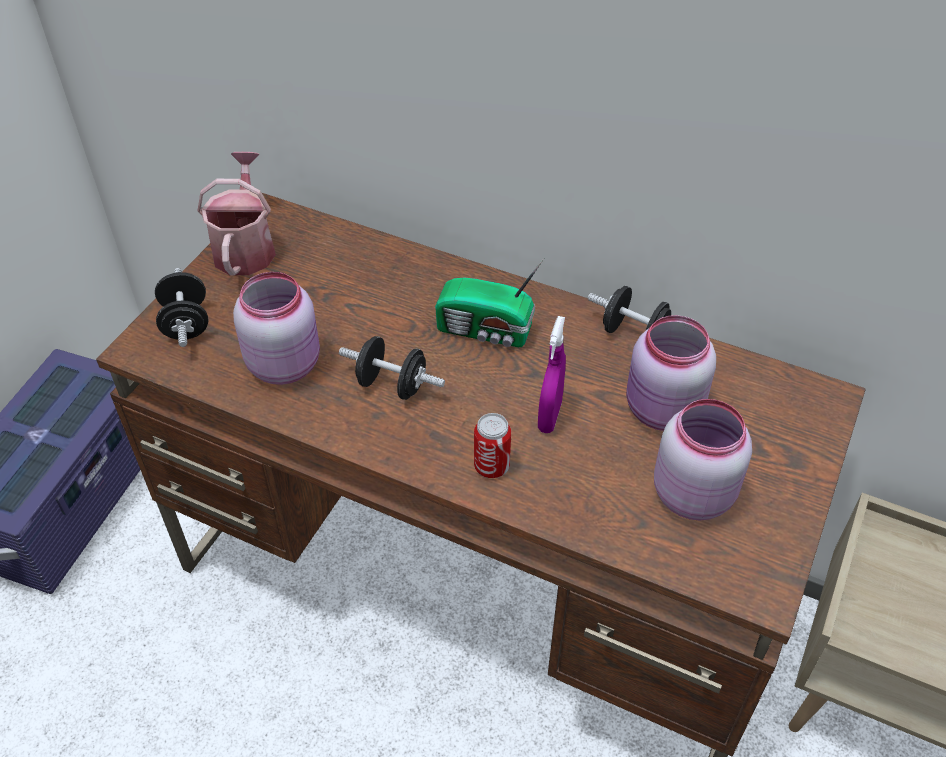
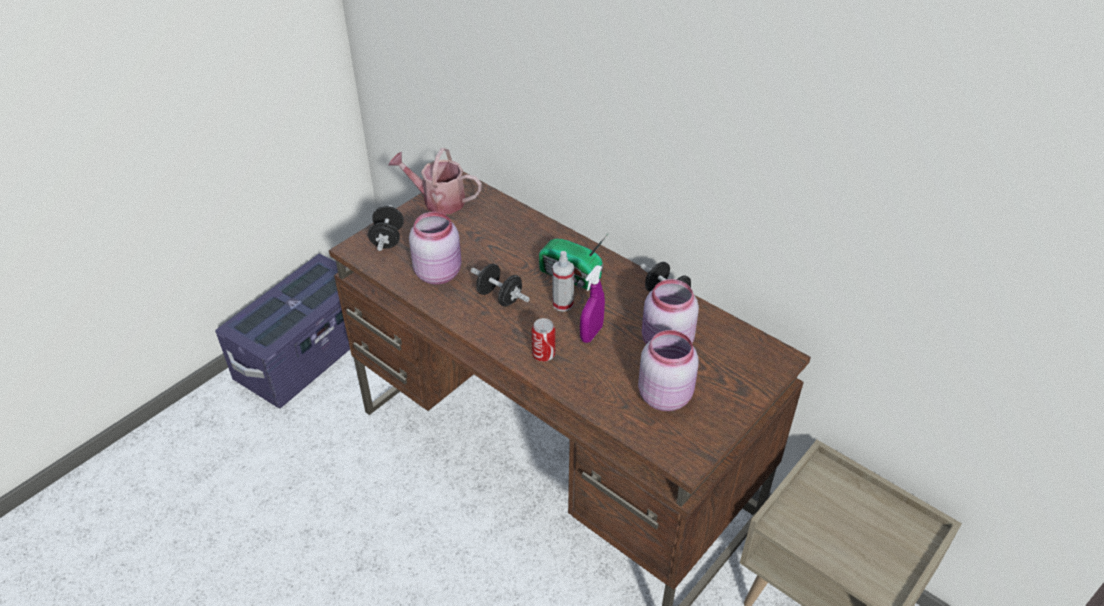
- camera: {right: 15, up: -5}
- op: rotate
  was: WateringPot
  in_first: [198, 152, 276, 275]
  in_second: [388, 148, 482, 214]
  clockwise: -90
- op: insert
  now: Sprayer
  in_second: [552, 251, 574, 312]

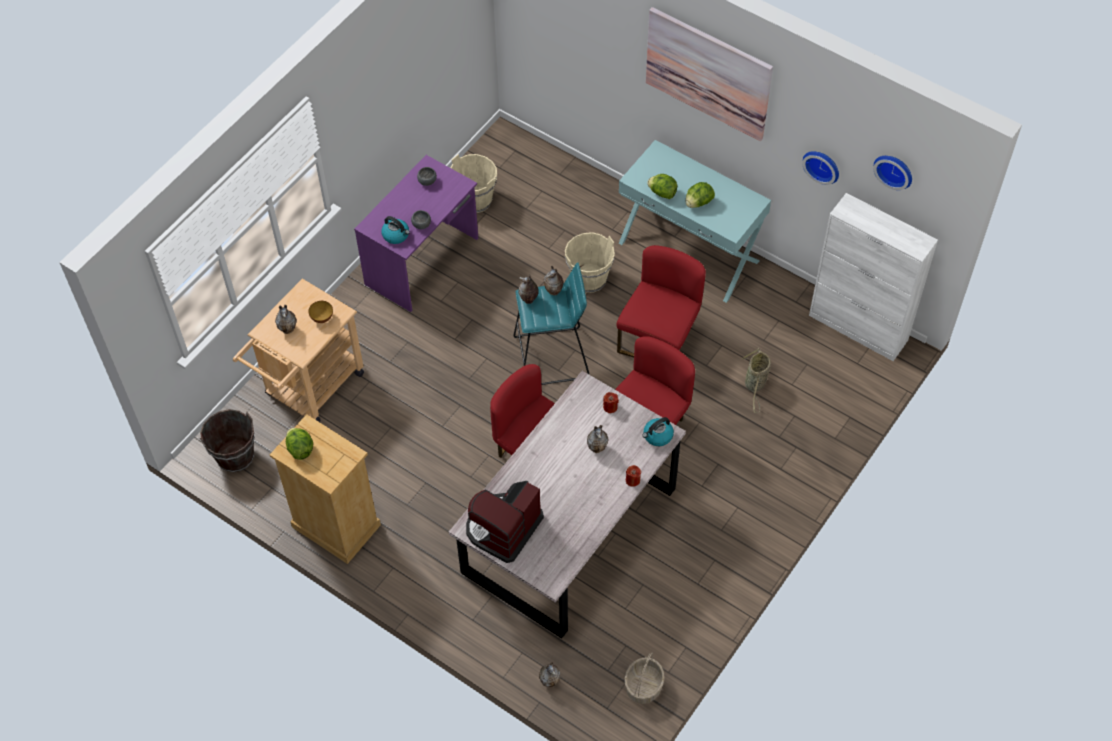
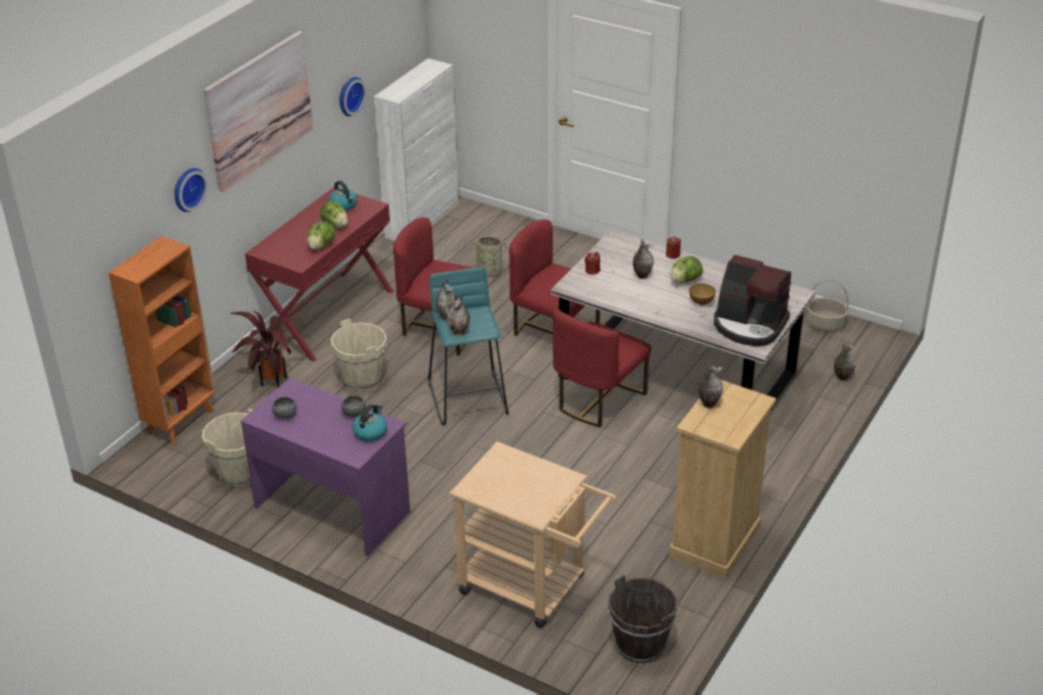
- camera: {right: -95, up: -20}
- op: recolor
  was: BlueGreenConsoleTable
  now: RedColouredConsoleTable
  in_first: [619, 140, 771, 303]
  in_second: [245, 187, 394, 361]
- op: move
  was: HangingClock
  in_first: [874, 156, 912, 190]
  in_second: [174, 168, 208, 212]
- op: move
  was: Bowl
  in_first: [308, 301, 333, 323]
  in_second: [689, 283, 716, 306]
- op: move
  was: DecorativeVase
  in_first: [275, 305, 297, 334]
  in_second: [698, 362, 723, 408]
- op: move
  was: Kettle
  in_first: [642, 417, 674, 446]
  in_second: [329, 181, 357, 211]
- op: move
  was: HeadOfLettuce
  in_first: [286, 428, 313, 460]
  in_second: [671, 256, 703, 283]
- op: insert
  now: OrangeyBookcase
  in_second: [109, 236, 215, 445]
- op: insert
  now: Houseplant
  in_second: [230, 311, 304, 388]

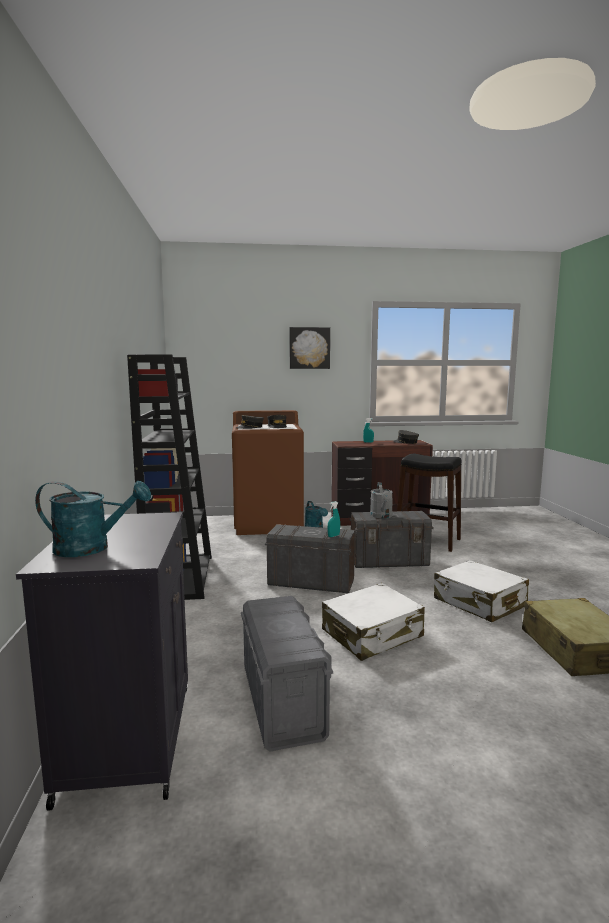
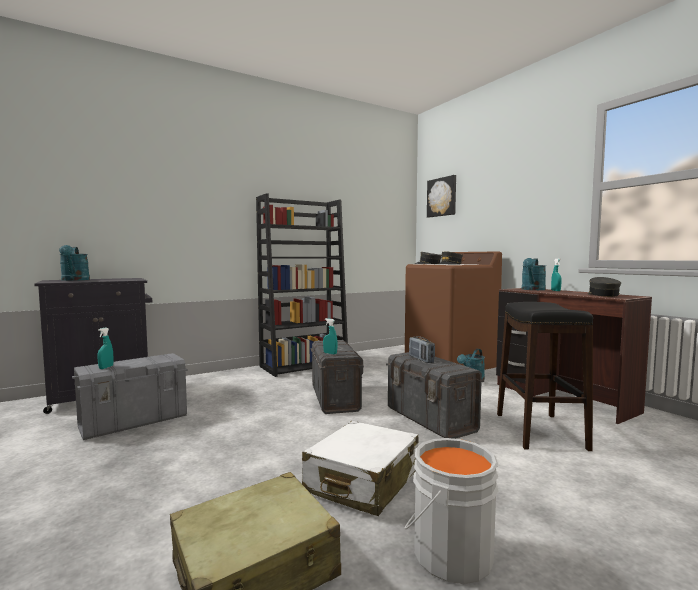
- camera: {right: 65, up: -5}
- op: move
  was: Picture
  in_first: [289, 327, 330, 369]
  in_second: [427, 175, 456, 217]
- op: replace
  was: GreyishWateringPot
  now: RadioSet
  in_first: [370, 482, 393, 518]
  in_second: [409, 336, 435, 363]
- op: delete
  was: WhiteTravelCase
  in_first: [322, 583, 425, 661]
- op: insert
  now: BlueGreenWateringPot
  in_second: [522, 258, 546, 290]
- op: insert
  now: BlueGreenSprayer
  in_second: [97, 327, 114, 369]
- op: insert
  now: GreyishWaterBucket
  in_second: [405, 438, 499, 584]

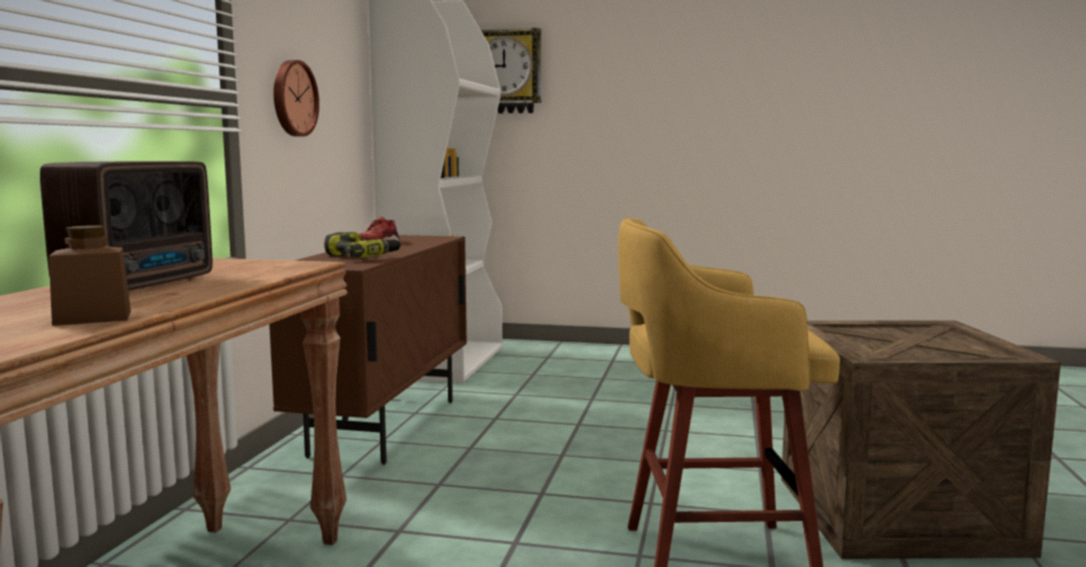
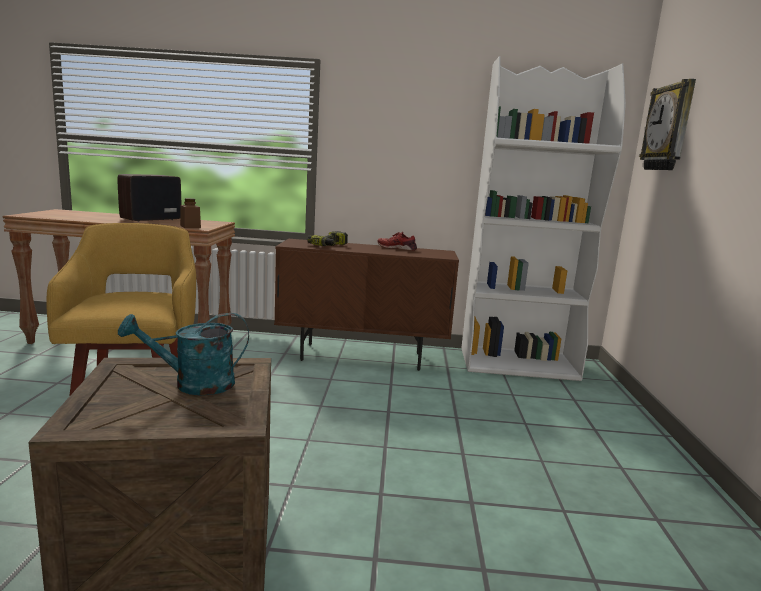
- camera: {right: 80, up: 5}
- op: delete
  was: HangingClock
  in_first: [274, 60, 319, 137]
- op: rotate
  was: RadioSet
  in_first: [40, 161, 212, 291]
  in_second: [117, 174, 181, 222]
  clockwise: 120
- op: move
  was: BrownColouredStorageJar
  in_first: [49, 226, 131, 326]
  in_second: [180, 198, 201, 228]
- op: insert
  now: BlueGreenWateringPot
  in_second: [118, 313, 249, 395]

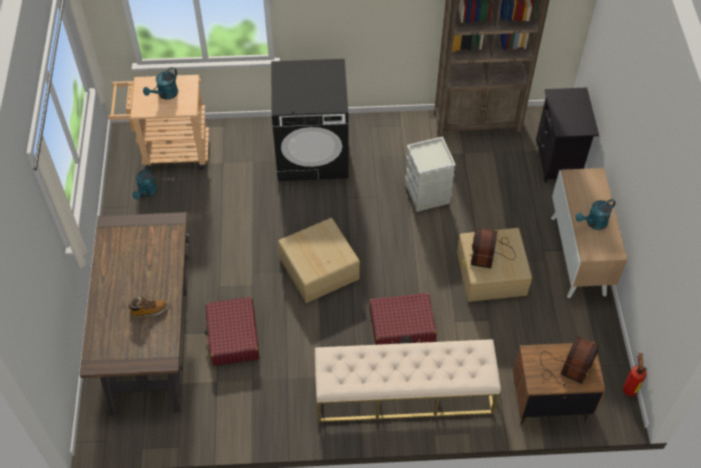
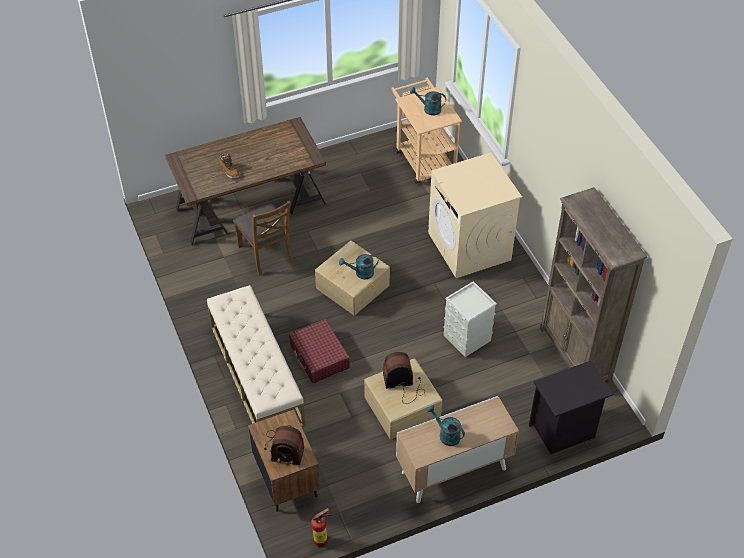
- camera: {right: 70, up: -5}
- op: recolor
  was: BlackColouredWashingMachine
  now: BeigeWashingMachine
  in_first: [271, 59, 349, 181]
  in_second: [428, 152, 522, 278]
- op: move
  was: BlueGreenWateringPot
  in_first: [132, 165, 157, 199]
  in_second: [339, 254, 379, 280]
- op: replace
  was: RedColouredTravelCase
  now: BrownColouredChair
  in_first: [205, 297, 259, 366]
  in_second: [233, 200, 293, 276]

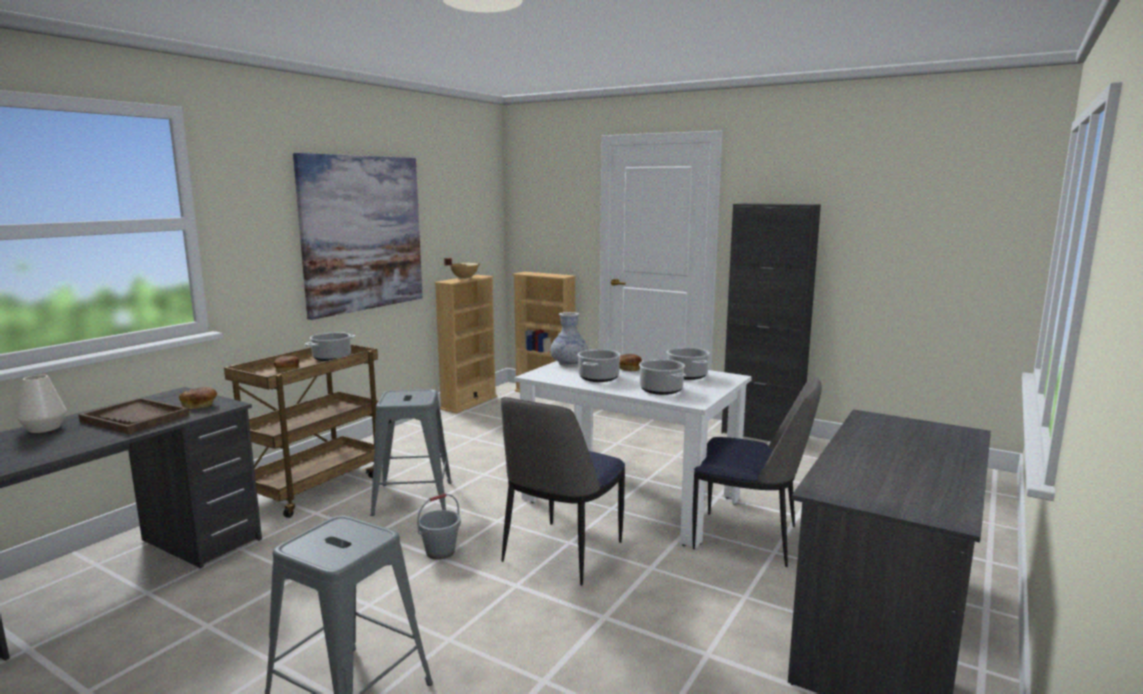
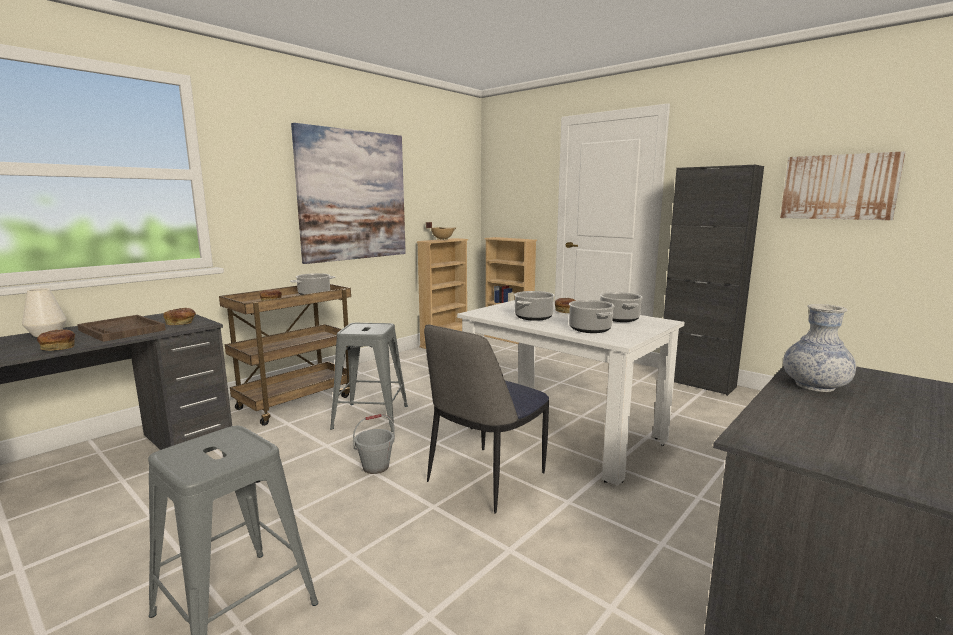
- camera: {right: 10, up: 0}
- op: move
  was: DecorativeVase
  in_first: [550, 312, 588, 366]
  in_second: [783, 304, 856, 392]
- op: delete
  was: Chair
  in_first: [692, 377, 822, 567]
- op: insert
  now: Picture
  in_second: [780, 151, 906, 220]
- op: insert
  now: BakeryBread
  in_second: [37, 329, 75, 351]

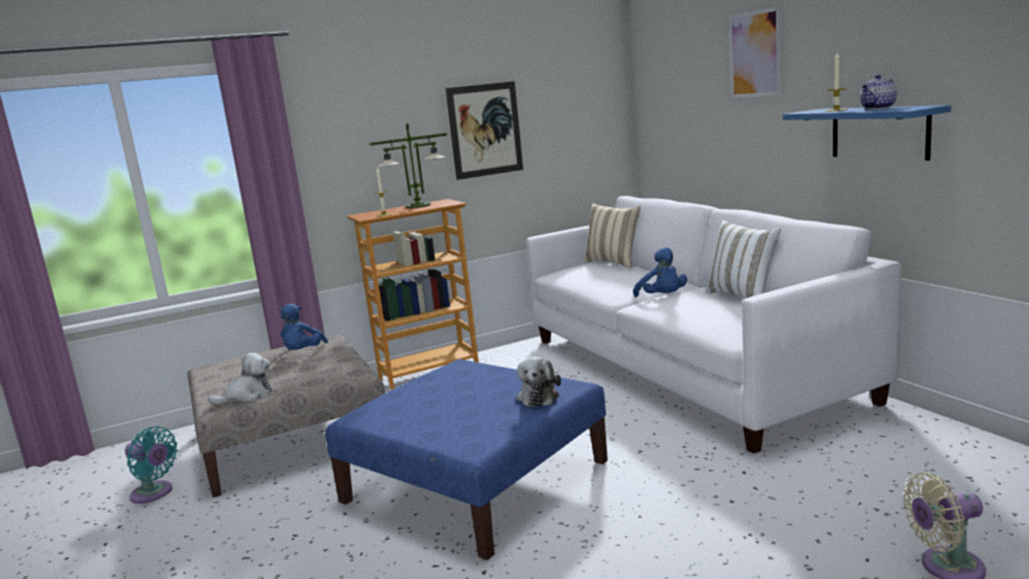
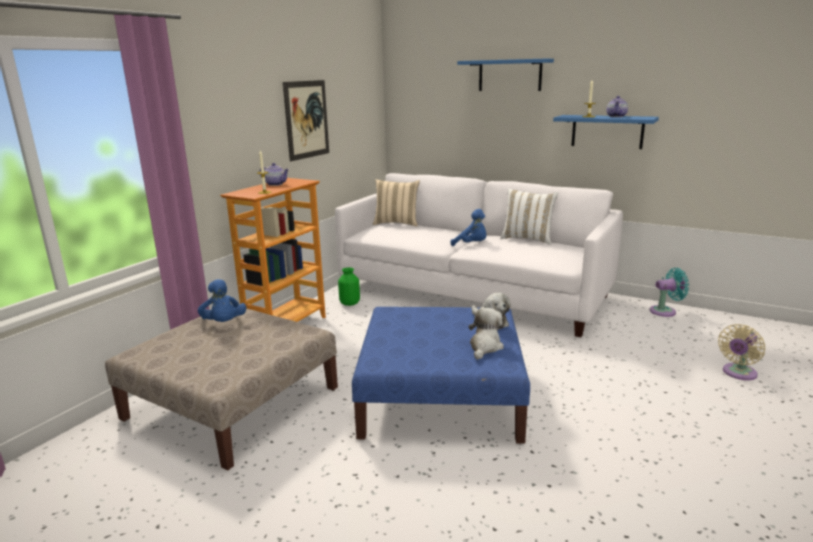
- camera: {right: -35, up: 5}
- op: replace
  was: Picture
  now: BluishWallShelf
  in_first: [729, 6, 782, 98]
  in_second: [457, 59, 554, 91]
- op: replace
  was: LampForATable
  now: PotForTea
  in_first: [369, 123, 447, 208]
  in_second: [260, 163, 289, 186]
- op: move
  was: PlushToy
  in_first: [208, 353, 272, 405]
  in_second: [468, 308, 504, 360]
- op: move
  was: BlueGreenElectricFan
  in_first: [125, 426, 178, 504]
  in_second: [650, 268, 689, 317]
- op: insert
  now: GreenColouredDecorativeVase
  in_second: [338, 267, 360, 306]

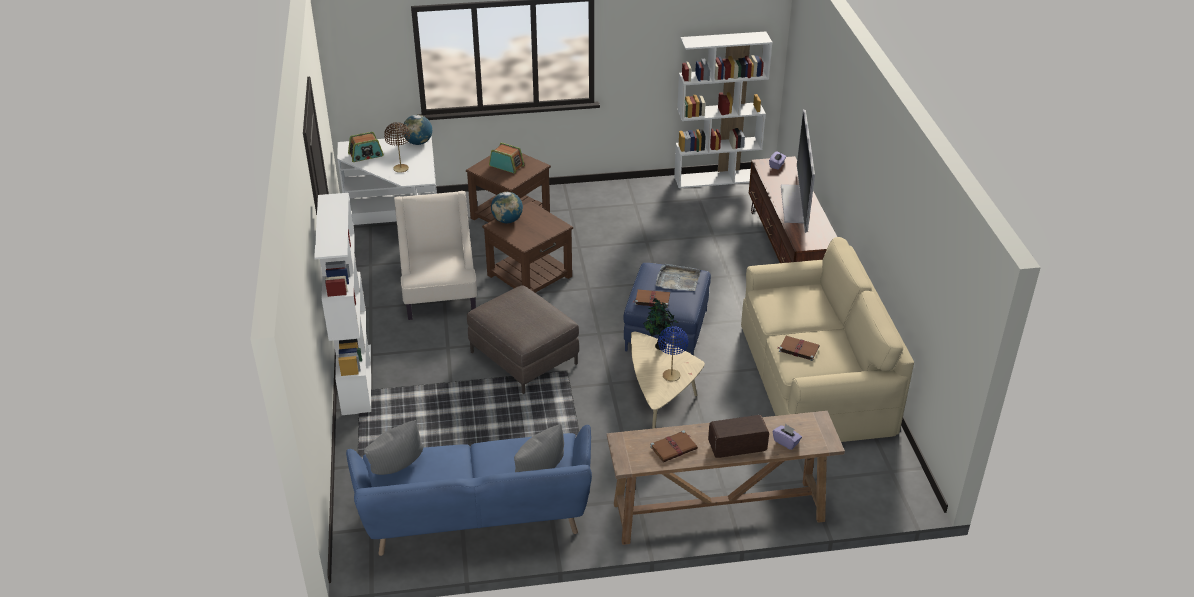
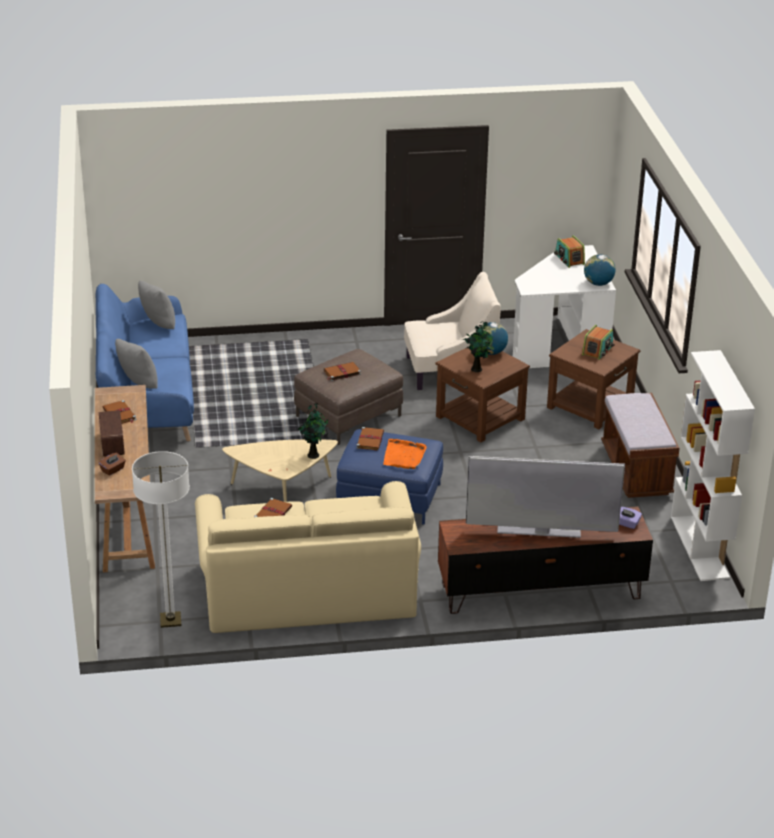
- camera: {right: 90, up: -5}
- op: delete
  was: BrownColouredLampForATable
  in_first: [384, 122, 410, 173]
- op: delete
  was: WhiteBookcase
  in_first: [314, 193, 371, 415]
- op: recolor
  was: GreyishCarryingTray
  now: OrangeyCarryingTray
  in_first: [656, 264, 701, 291]
  in_second: [383, 439, 427, 469]
- op: delete
  was: BluishLampForATable
  in_first: [658, 326, 688, 382]
- op: recolor
  was: PurpleTissueHolder
  now: BrownColouredTissueHolder
  in_first: [773, 424, 802, 450]
  in_second: [99, 453, 126, 476]
- op: insert
  now: Houseplant
  in_second: [463, 321, 494, 372]
- op: insert
  now: BrownColouredBook
  in_second: [324, 362, 361, 381]
- op: insert
  now: BrownColouredBench
  in_second: [601, 393, 680, 498]
- op: insert
  now: StandingLamp
  in_second: [132, 451, 190, 628]

